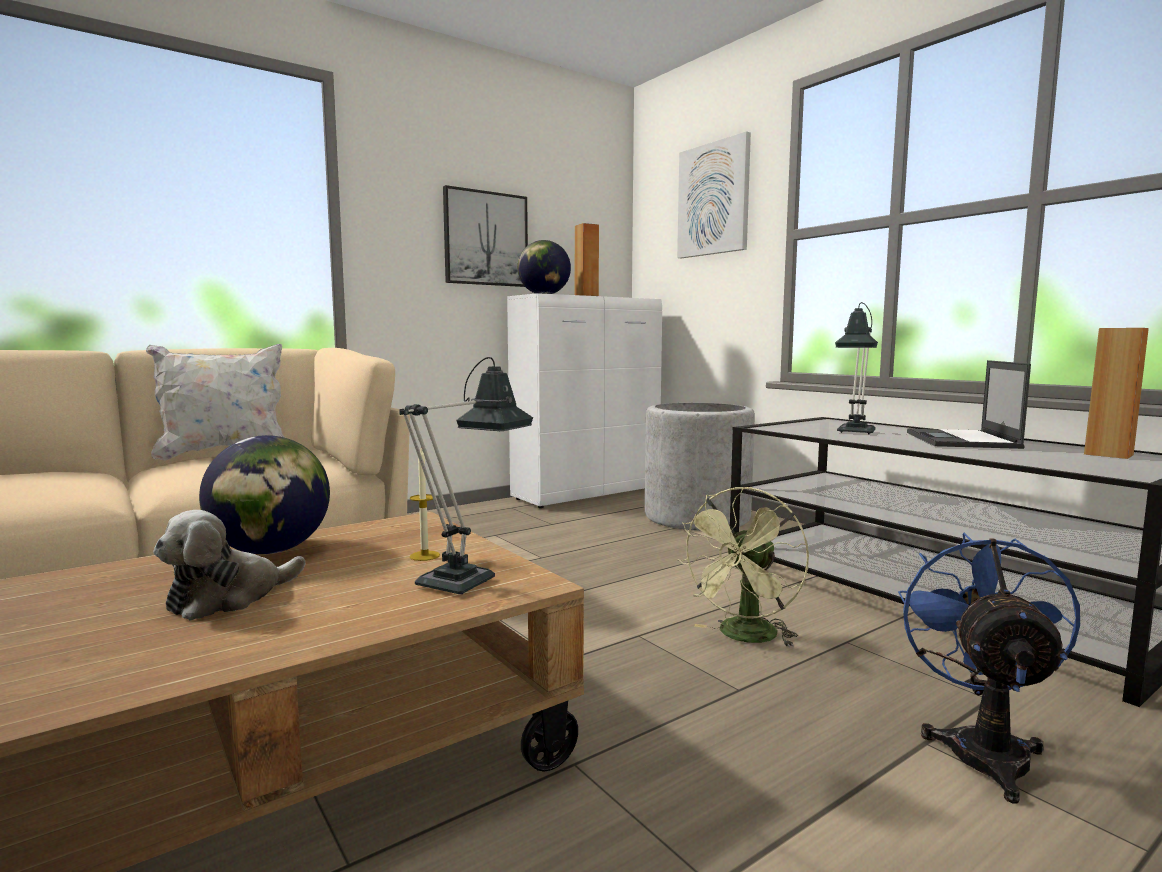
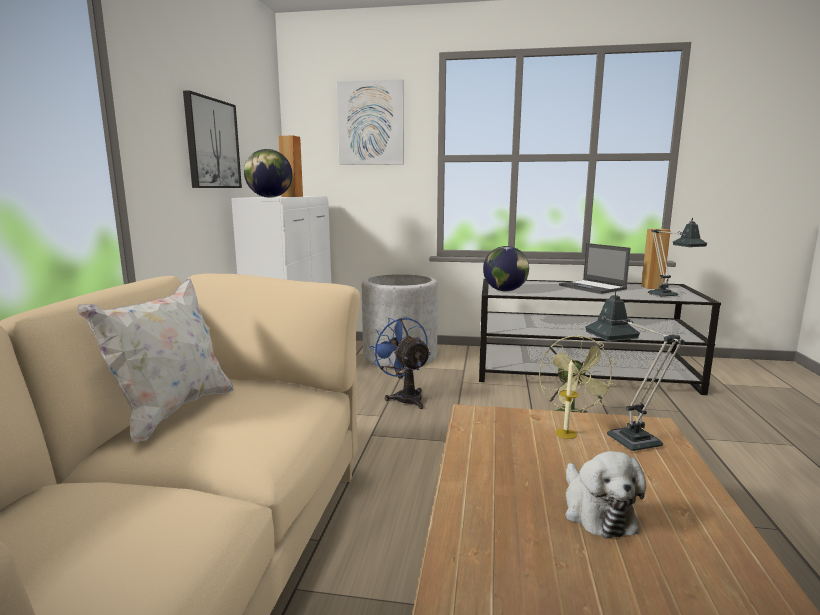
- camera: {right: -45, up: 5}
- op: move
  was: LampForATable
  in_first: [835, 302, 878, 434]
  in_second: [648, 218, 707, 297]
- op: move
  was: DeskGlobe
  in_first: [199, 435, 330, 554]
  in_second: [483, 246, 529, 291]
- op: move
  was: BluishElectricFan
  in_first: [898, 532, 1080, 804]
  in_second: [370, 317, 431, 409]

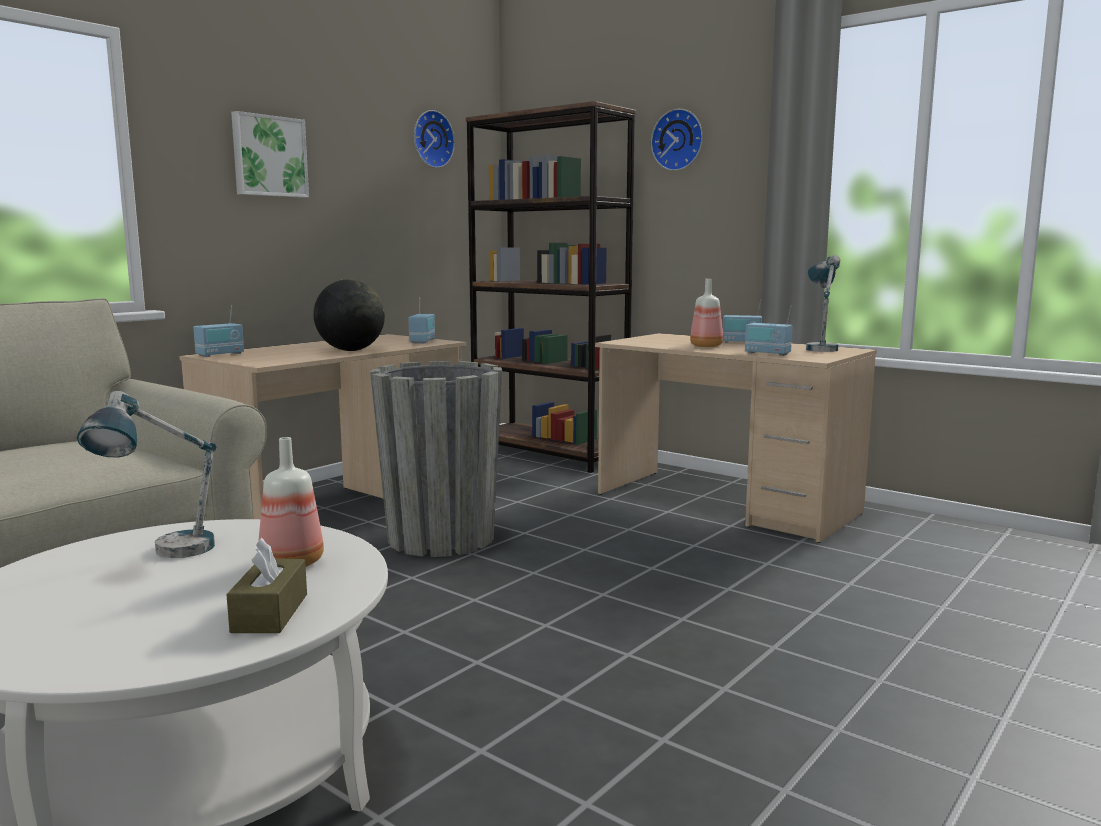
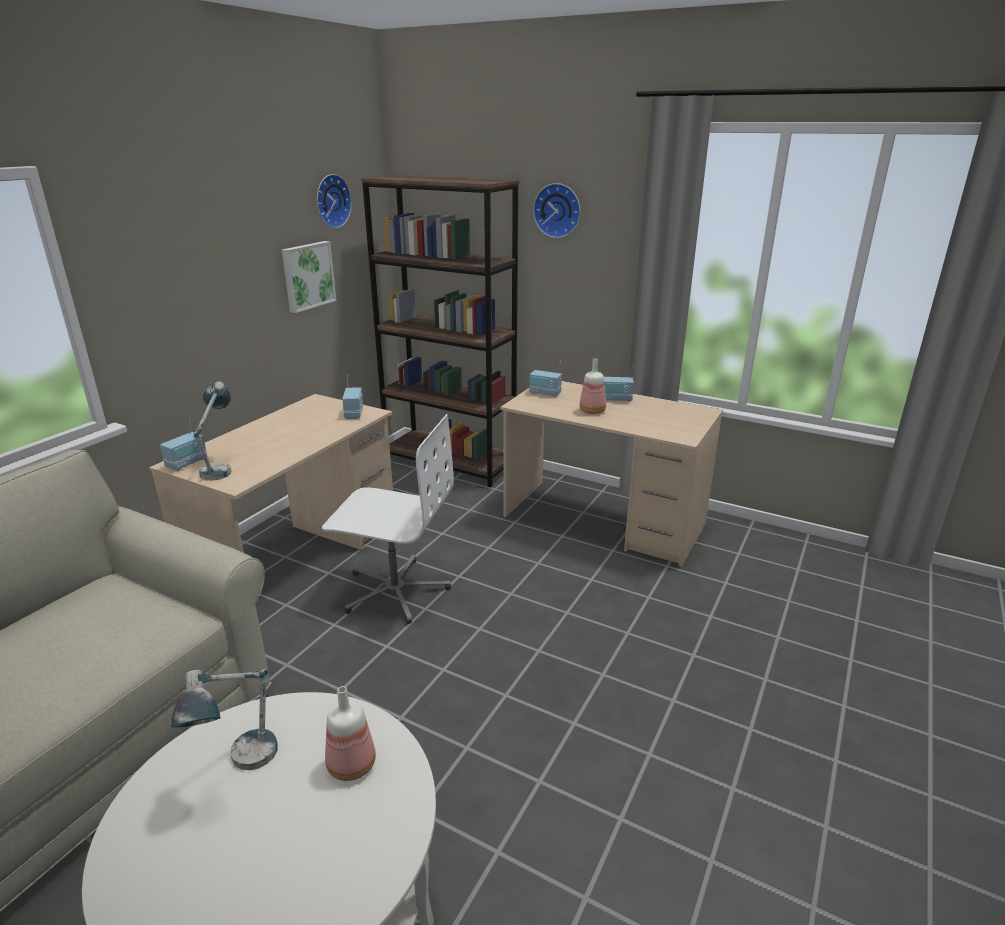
- camera: {right: -10, up: 15}
- op: move
  was: Picture
  in_first: [231, 111, 309, 198]
  in_second: [282, 241, 336, 313]
- op: move
  was: LampForATable
  in_first: [806, 255, 840, 352]
  in_second: [194, 381, 231, 481]
- op: delete
  was: DeskGlobe
  in_first: [313, 279, 385, 351]
- op: move
  was: RadioSet
  in_first: [745, 306, 792, 356]
  in_second: [529, 361, 562, 397]
- op: replace
  was: GreyishPlantPot
  now: WhiteOfficeChair
  in_first: [370, 361, 502, 557]
  in_second: [322, 414, 454, 624]
- op: delete
  was: BrownColouredTissueHolder
  in_first: [226, 538, 307, 633]

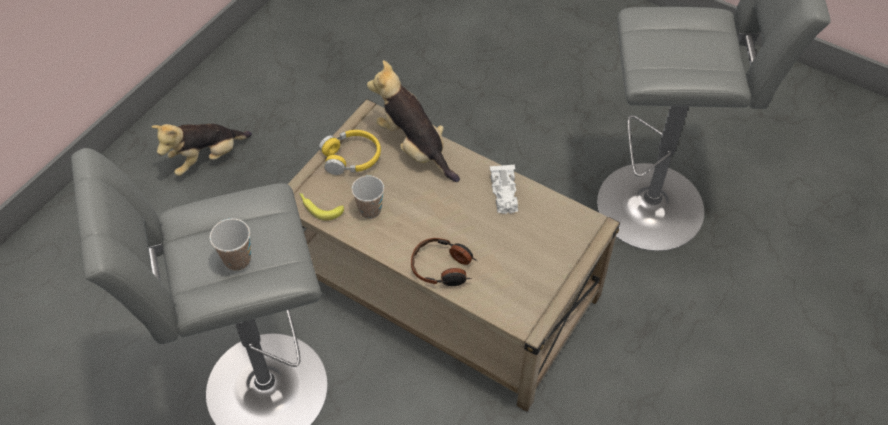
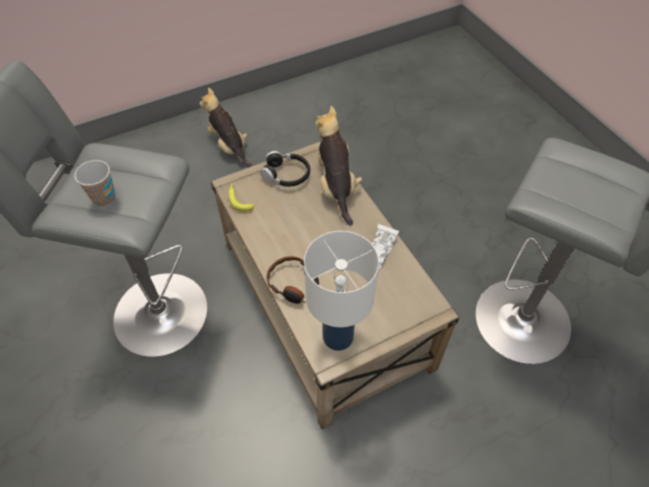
- camera: {right: 30, up: 0}
- op: rotate
  was: PlushToy
  in_first: [151, 124, 252, 176]
  in_second: [200, 88, 252, 168]
  clockwise: 60
- op: recolor
  was: YellowPairOfHeadphones
  now: BlackColouredPairOfHeadphones
  in_first: [319, 130, 381, 175]
  in_second: [260, 151, 310, 187]
- op: delete
  was: DrinkingCup
  in_first: [352, 176, 384, 219]
- op: insert
  now: WhiteLampForATable
  in_second: [304, 231, 379, 351]

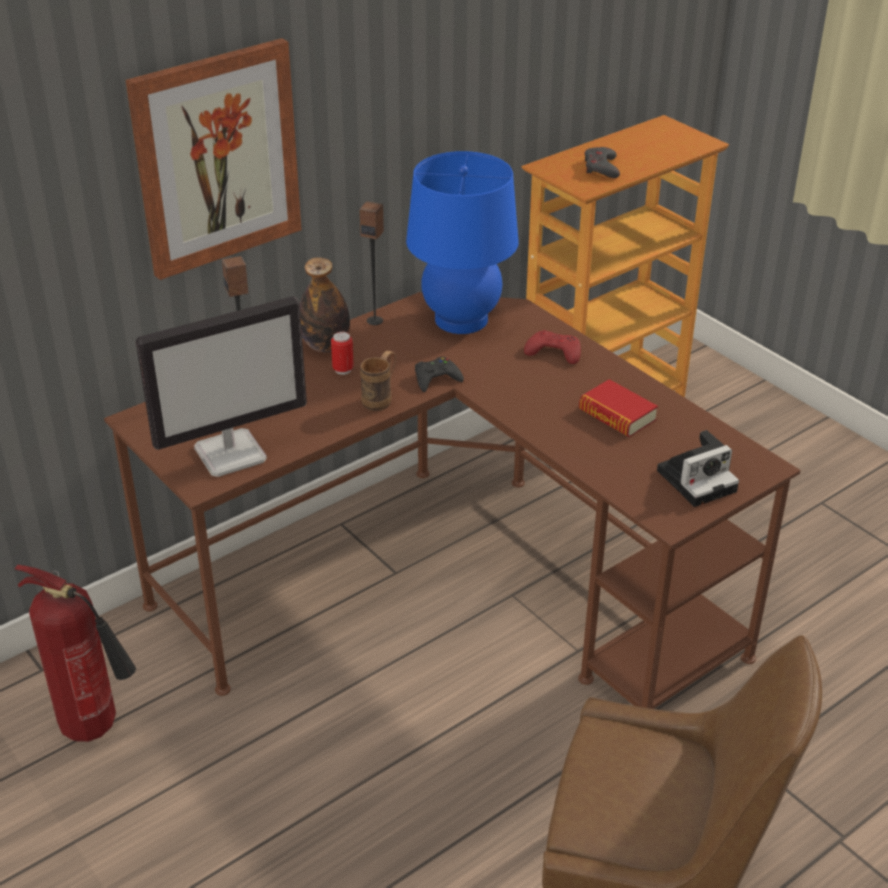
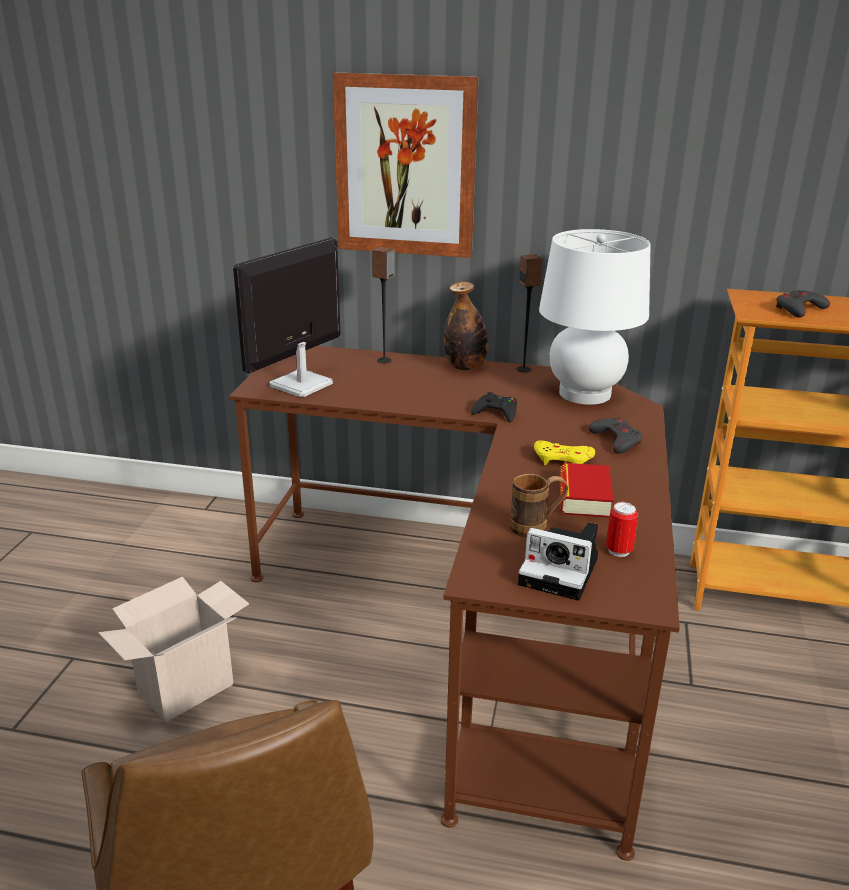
- camera: {right: 50, up: -10}
- op: recolor
  was: BluishLampForATable
  now: WhiteLampForATable
  in_first: [406, 151, 519, 334]
  in_second: [539, 229, 651, 405]
- op: rotate
  was: ComputerDisplay
  in_first: [136, 296, 307, 477]
  in_second: [233, 237, 341, 397]
  clockwise: 105
- op: recolor
  was: RedColouredGameController
  now: GreyishGameController
  in_first: [524, 330, 581, 364]
  in_second: [588, 417, 643, 454]
- op: move
  was: Can
  in_first: [331, 332, 354, 375]
  in_second: [606, 502, 638, 557]
- op: move
  was: BrownColouredTeaMug
  in_first: [360, 351, 396, 411]
  in_second: [510, 474, 568, 537]
- op: delete
  was: FireFightingCylinder
  in_first: [14, 565, 136, 742]
- op: insert
  now: YellowGameController
  in_second: [534, 440, 595, 465]
- op: insert
  now: PackingBox
  in_second: [98, 577, 249, 722]

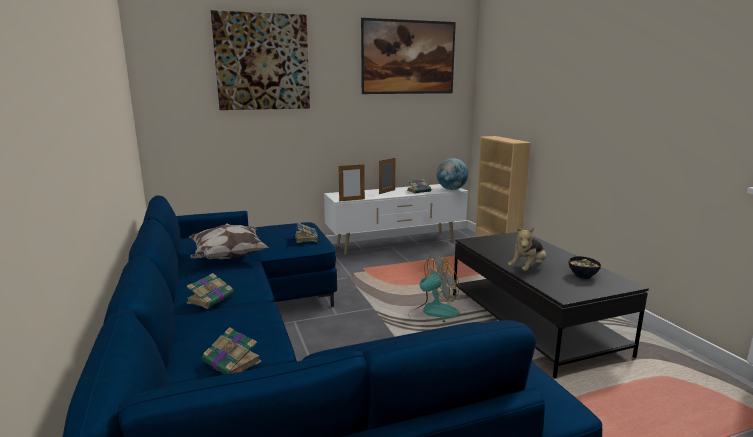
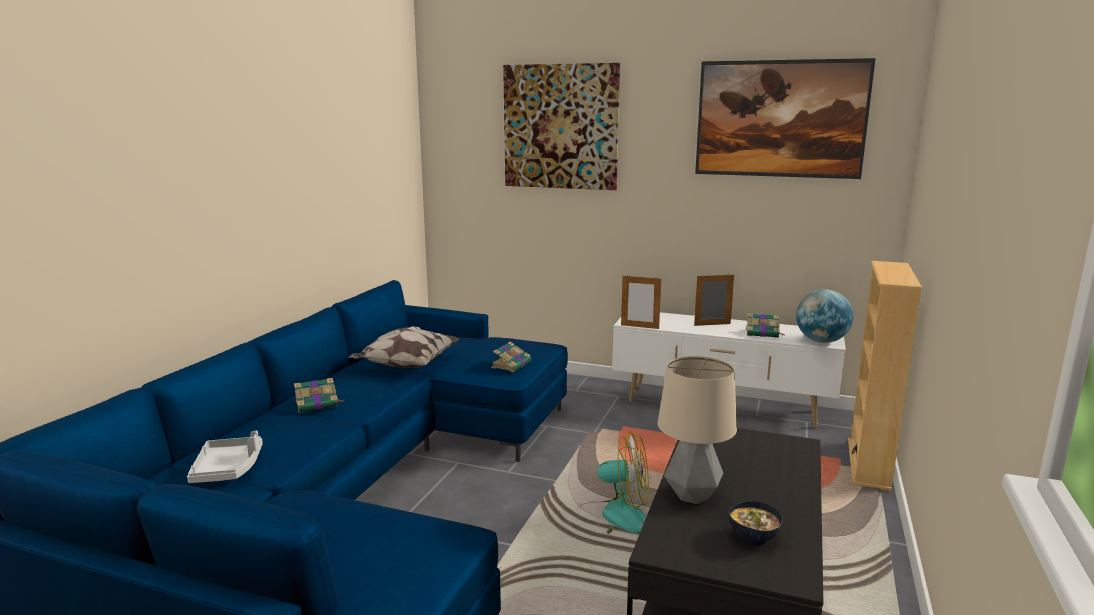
- camera: {right: 40, up: 0}
- op: replace
  was: PlushToy
  now: LampForATable
  in_first: [508, 227, 546, 271]
  in_second: [658, 356, 737, 504]
- op: replace
  was: Book
  now: GreyishCarryingTray
  in_first: [202, 327, 262, 375]
  in_second: [187, 431, 263, 483]

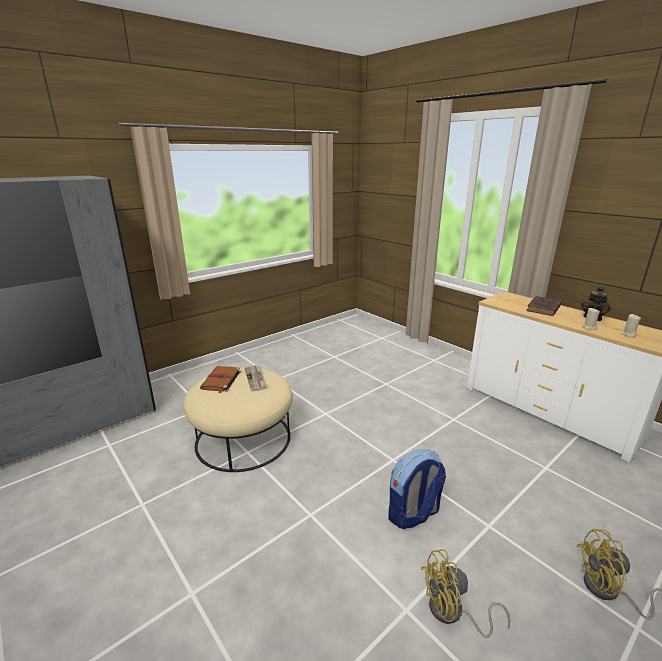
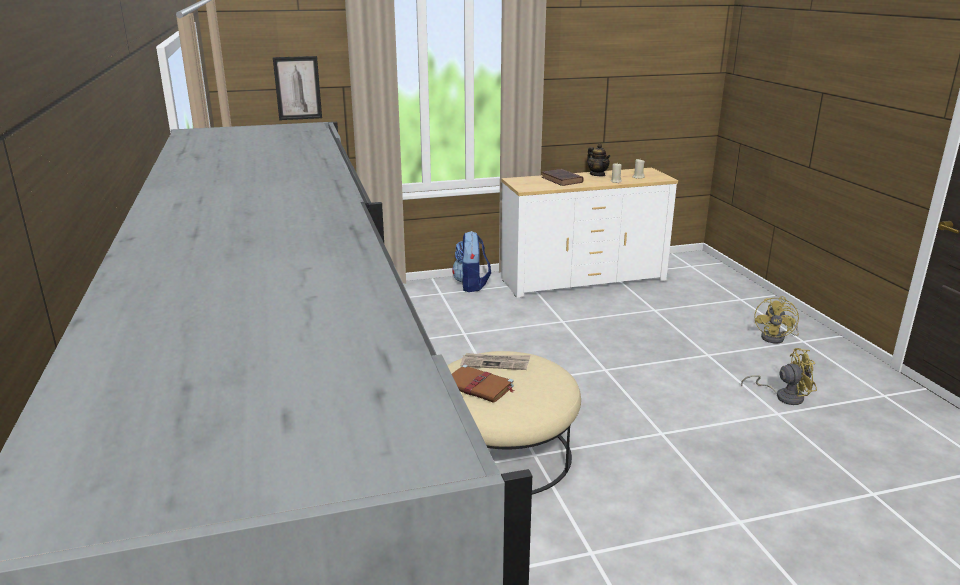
- camera: {right: -65, up: 0}
- op: move
  was: Knapsack
  in_first: [388, 449, 446, 529]
  in_second: [452, 231, 491, 292]
- op: rotate
  was: YellowElectricFan
  in_first: [421, 549, 510, 638]
  in_second: [741, 348, 817, 405]
  clockwise: -105
- op: insert
  now: Picture
  in_second: [273, 56, 322, 120]

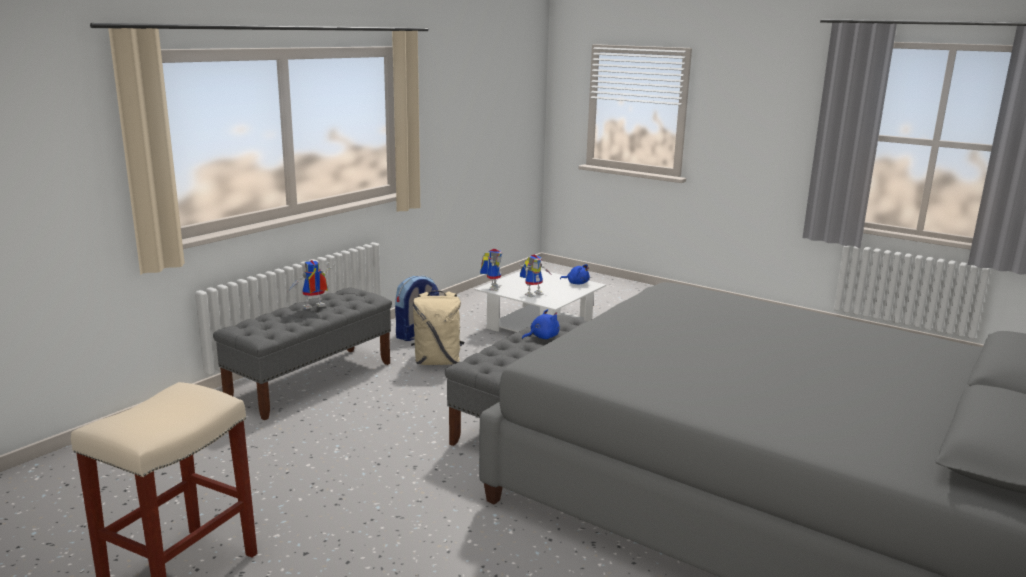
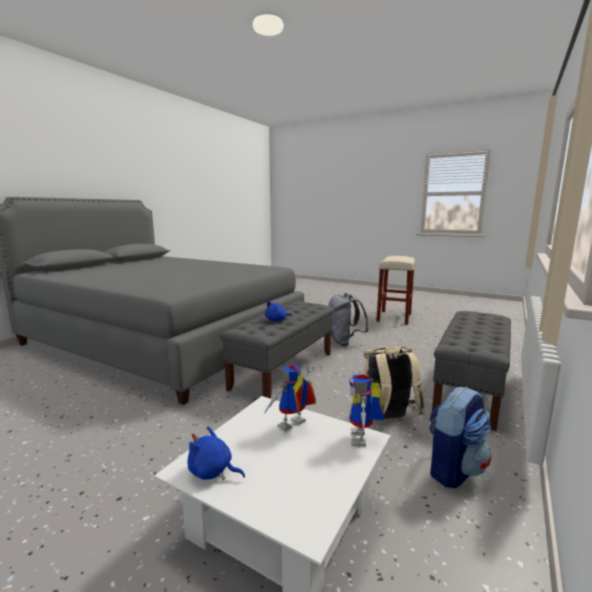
- camera: {right: 175, up: -5}
- op: delete
  was: ModelRobot
  in_first: [288, 260, 335, 309]
- op: insert
  now: GreyishKnapsack
  in_second: [329, 293, 369, 346]

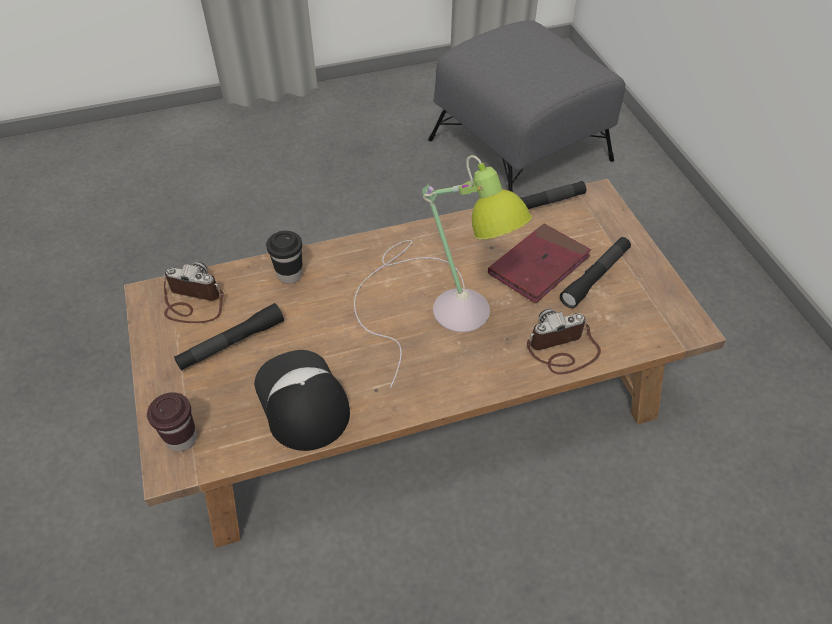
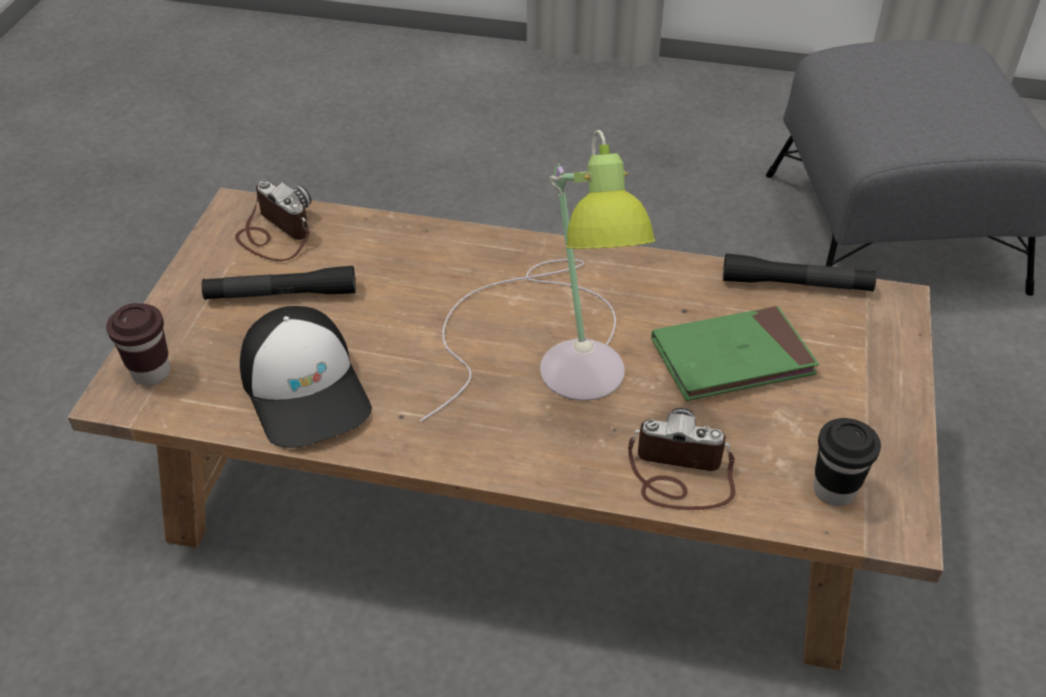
- camera: {right: 30, up: -5}
- op: recolor
  was: RedColouredBook
  now: GreenColouredBook
  in_first: [488, 224, 591, 303]
  in_second: [651, 306, 819, 401]
- op: move
  was: BlackColouredDrinkingCup
  in_first: [266, 231, 302, 284]
  in_second: [814, 418, 881, 506]
- op: delete
  was: BlackColouredTorch
  in_first: [560, 237, 631, 308]
- op: rotate
  was: PeakedCap
  in_first: [254, 350, 350, 451]
  in_second: [240, 306, 372, 448]
  clockwise: 150

